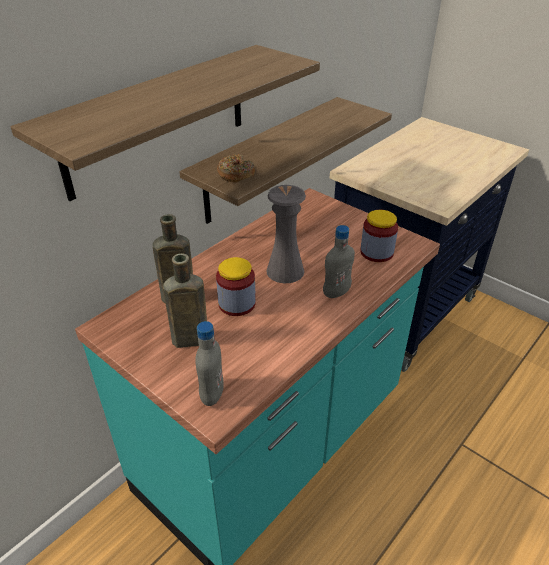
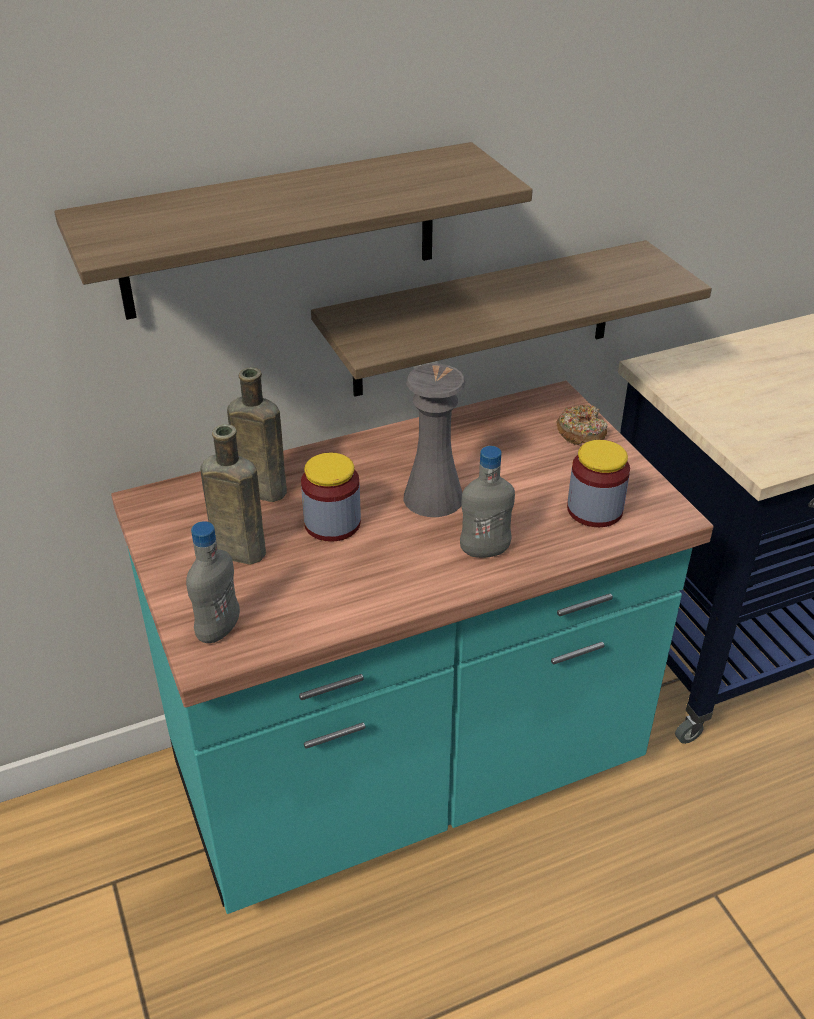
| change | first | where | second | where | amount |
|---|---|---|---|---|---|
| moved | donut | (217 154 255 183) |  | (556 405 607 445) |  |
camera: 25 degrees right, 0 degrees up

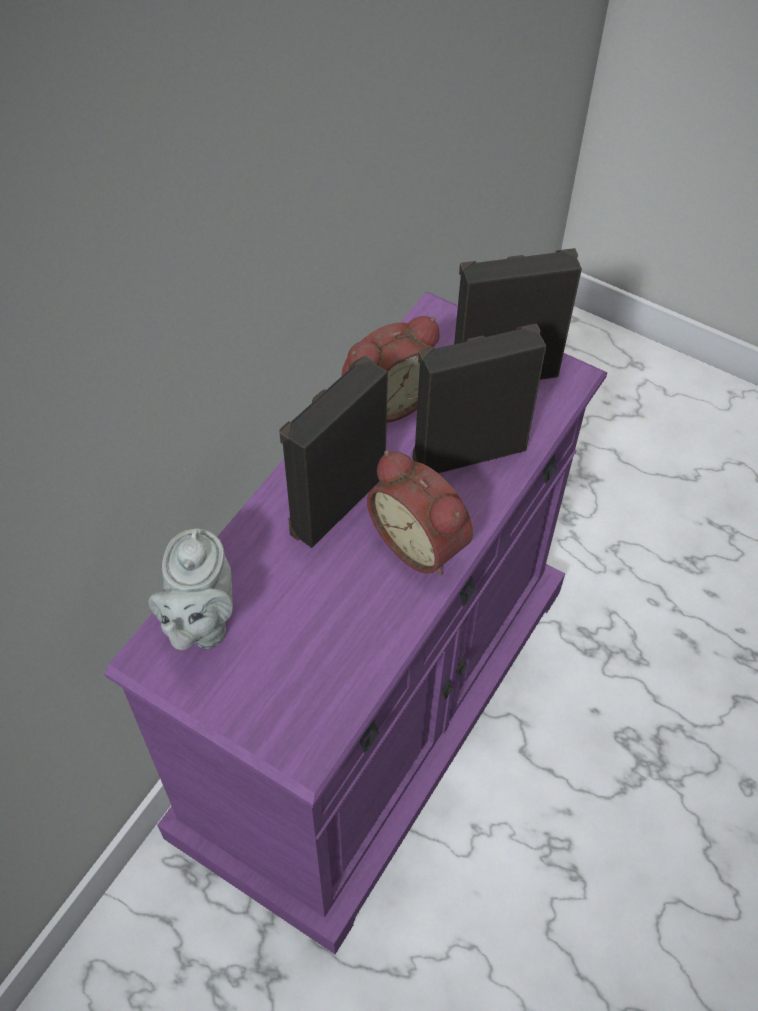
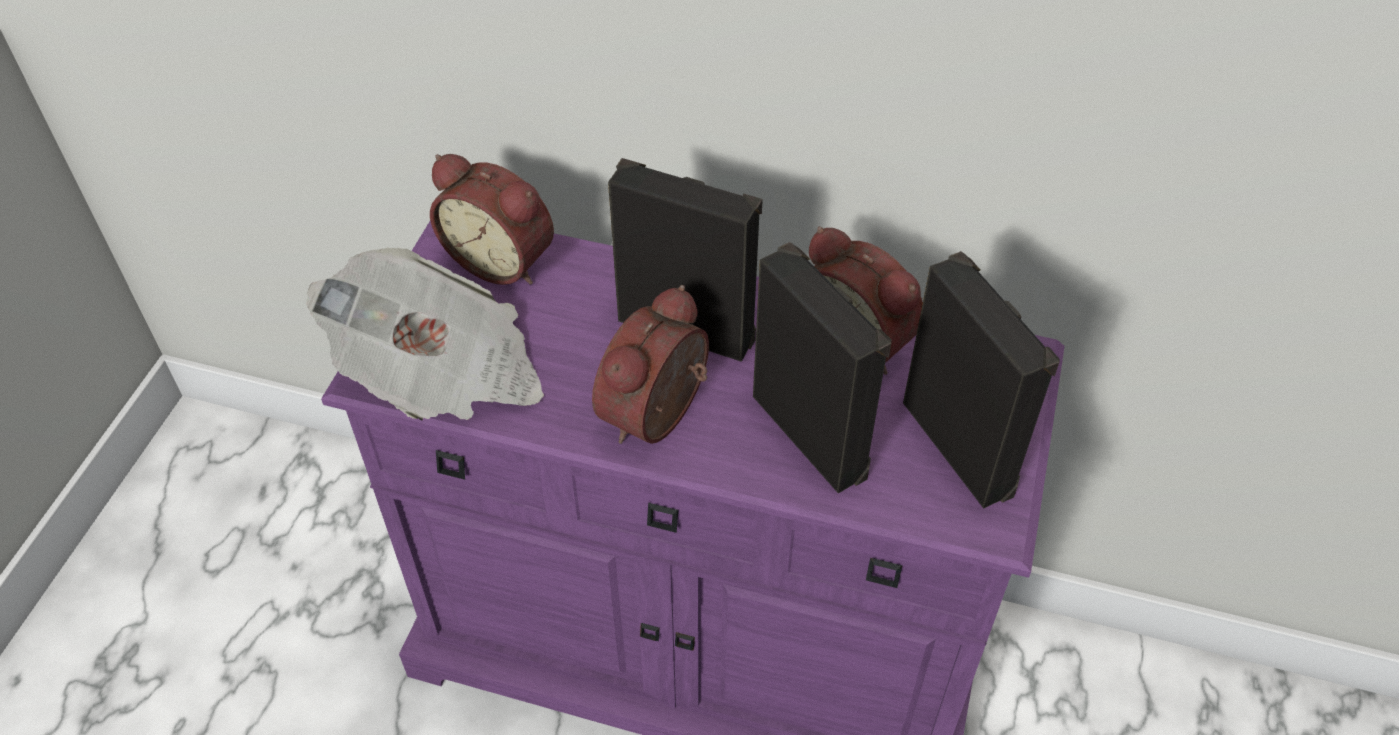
| change | first | where | second | where | amount |
|---|---|---|---|---|---|
| added |  |  | newspaper | (307 248 544 420) |  |
| replaced | grey_teapot | (148 528 233 650) | alarm_clock | (430 154 554 285) |  |
camera: 75 degrees right, 5 degrees down

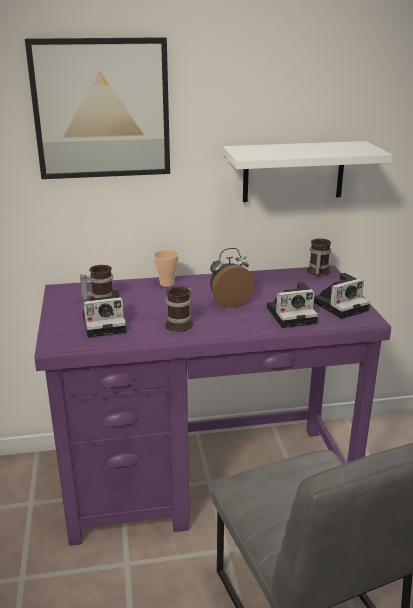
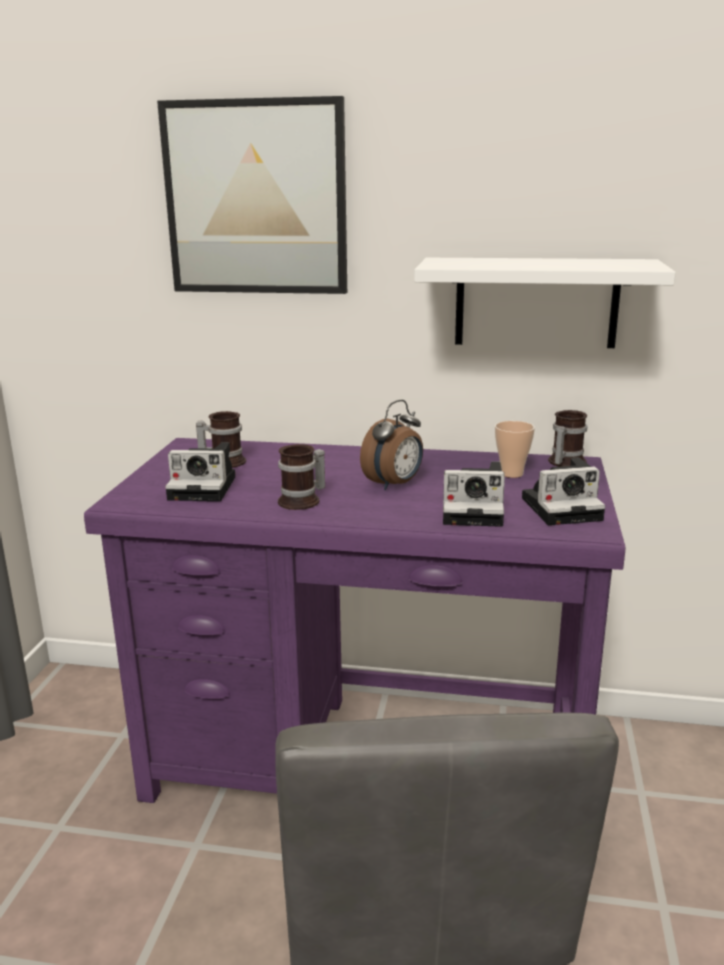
| change | first | where | second | where | amount |
|---|---|---|---|---|---|
| moved | cup | (154 250 179 287) |  | (495 421 535 478) |  |
| turned | alarm_clock | (210 248 254 308) |  | (360 400 423 490) | 135 degrees clockwise |
camera: 20 degrees right, 5 degrees down

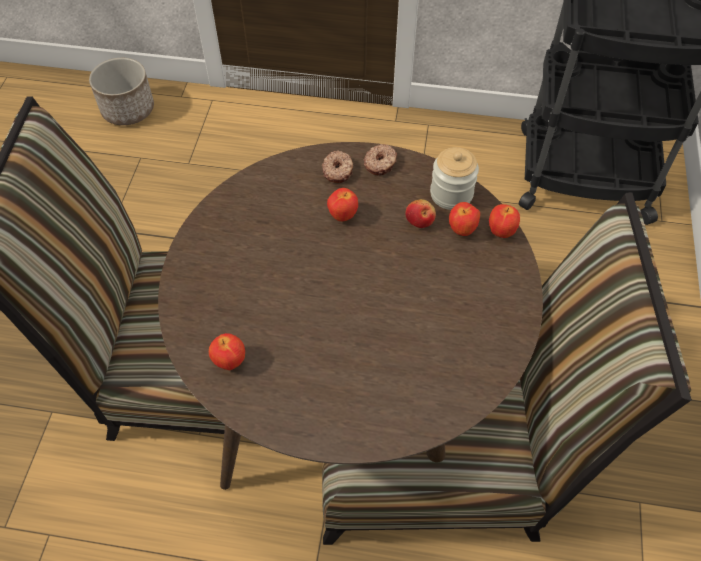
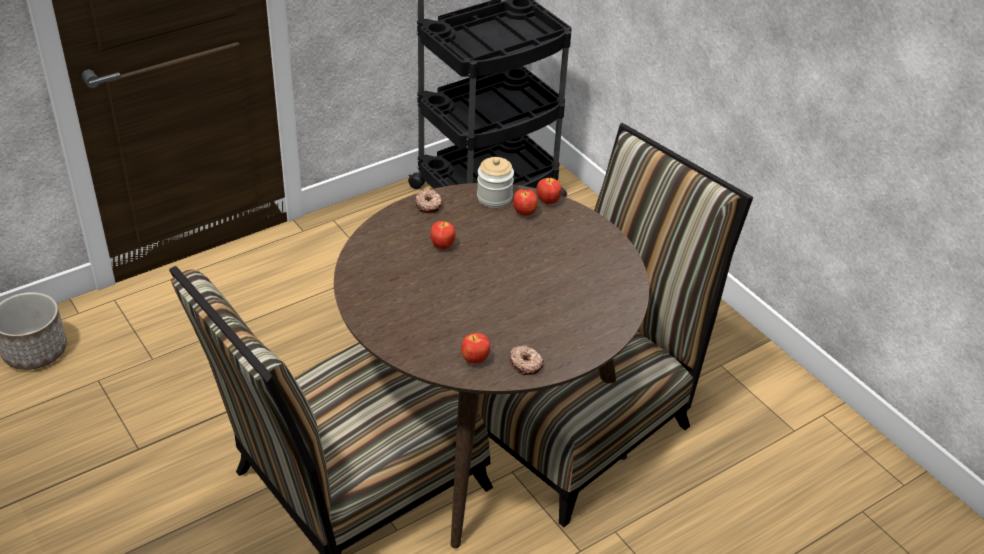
| change | first | where | second | where | amount |
|---|---|---|---|---|---|
| removed | apple | (405 199 436 228) |  |  |  |
| moved | donut | (322 151 353 183) |  | (510 345 544 375) |  |
camera: 45 degrees left, 15 degrees down

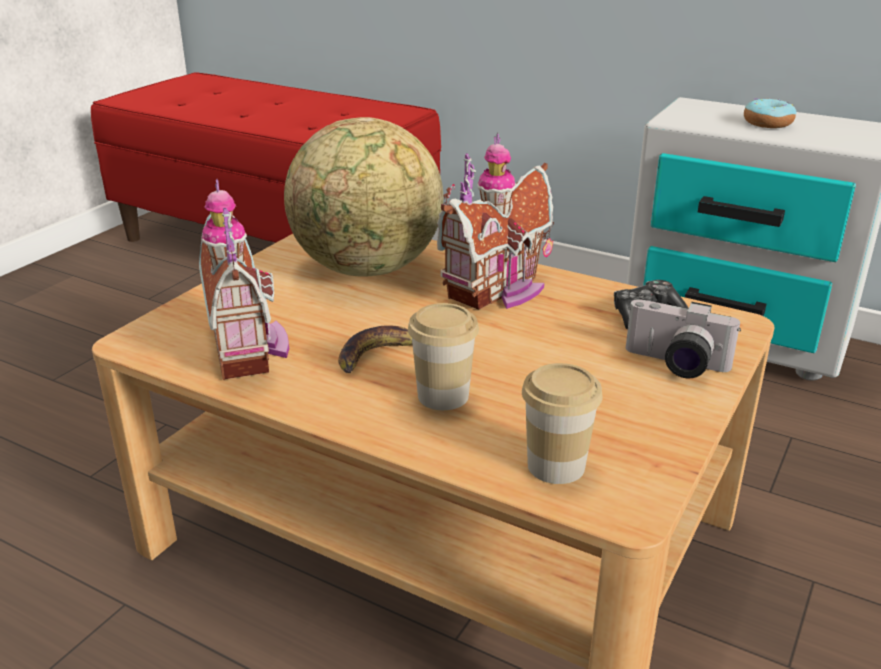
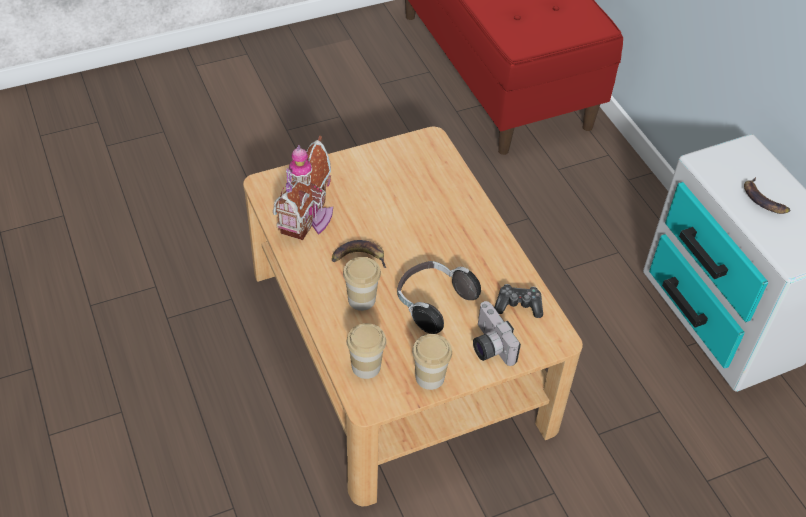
| change | first | where | second | where | amount |
|---|---|---|---|---|---|
| removed | globe | (284 117 443 276) |  |  |  |
| removed | toy_house | (437 134 554 310) |  |  |  |
| added |  |  | headphones | (397 261 481 334) |  |
| added |  |  | cup | (412 334 452 390) |  |
| replaced | donut | (744 98 797 128) | banana | (744 177 790 214) |  |
camera: 35 degrees right, 20 degrees up

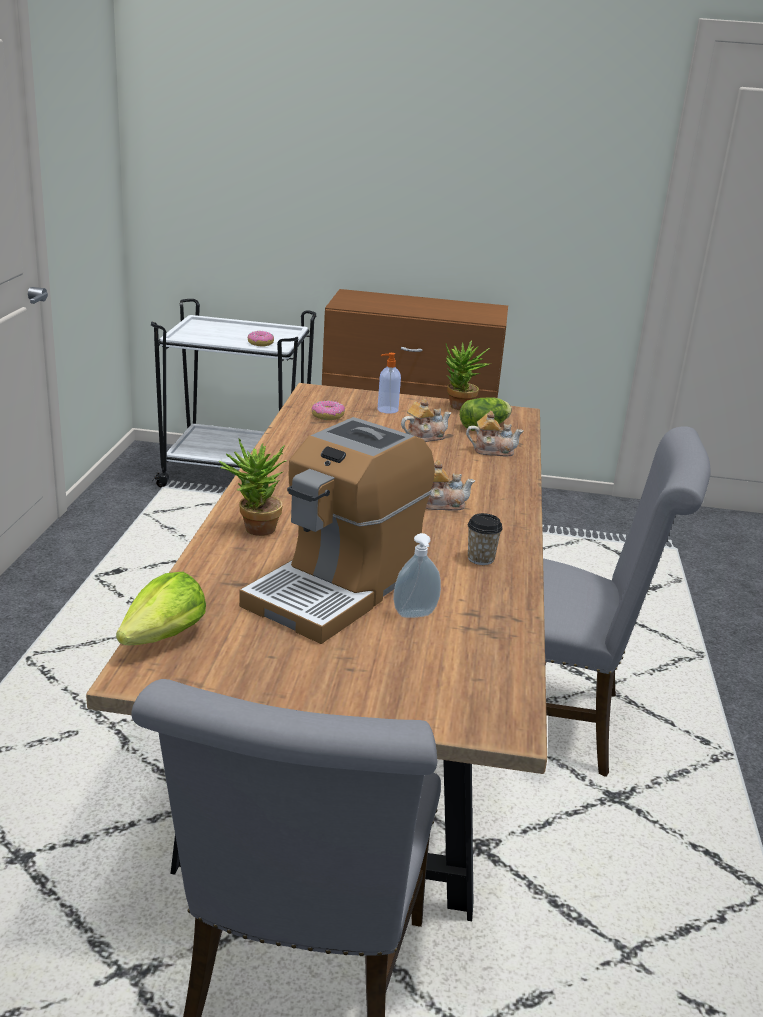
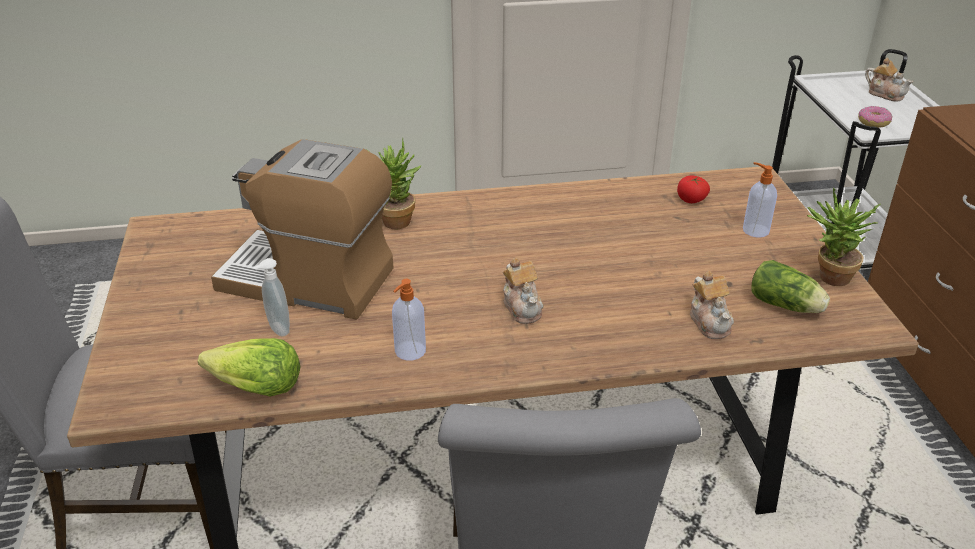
| change | first | where | second | where | amount |
|---|---|---|---|---|---|
| moved | lettuce | (116 572 206 645) |  | (198 338 300 397) |  |
| moved | teapot | (401 399 452 442) |  | (865 57 913 102) |  |
| replaced | donut | (312 401 345 420) | tomato | (677 176 710 203) |  |
| replaced | cup | (468 513 503 565) | soap_dispenser | (392 279 426 361) |  |
camera: 75 degrees right, 10 degrees up

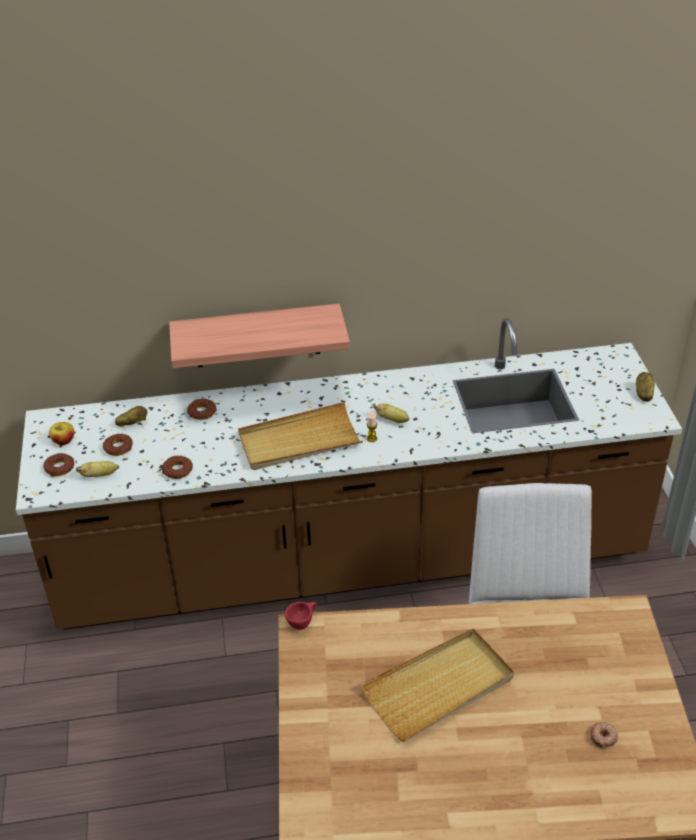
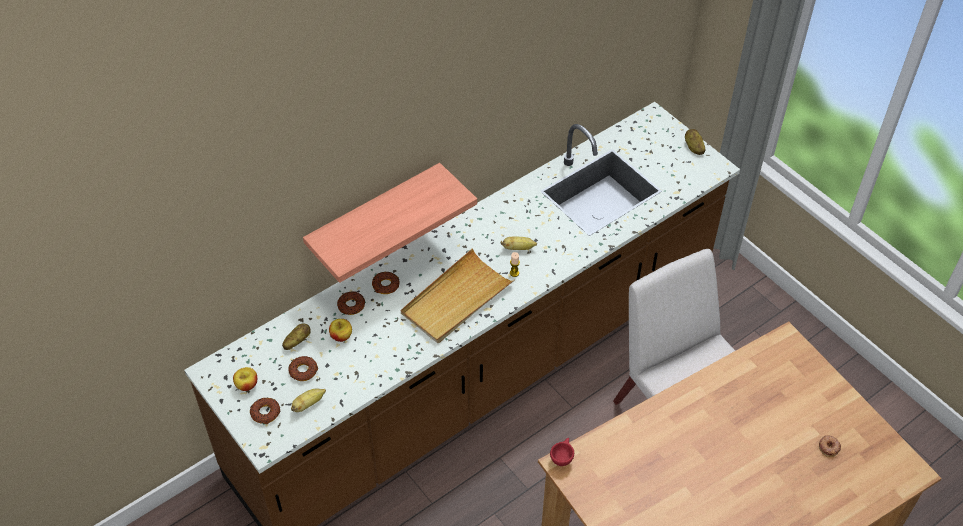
| change | first | where | second | where | amount |
|---|---|---|---|---|---|
| removed | beige_tray | (360 628 514 742) |  |  |  |
| added |  |  | apple | (329 319 352 342) |  |
| moved | donut | (162 455 193 479) |  | (372 272 399 294) |  |
camera: 30 degrees left, 10 degrees up

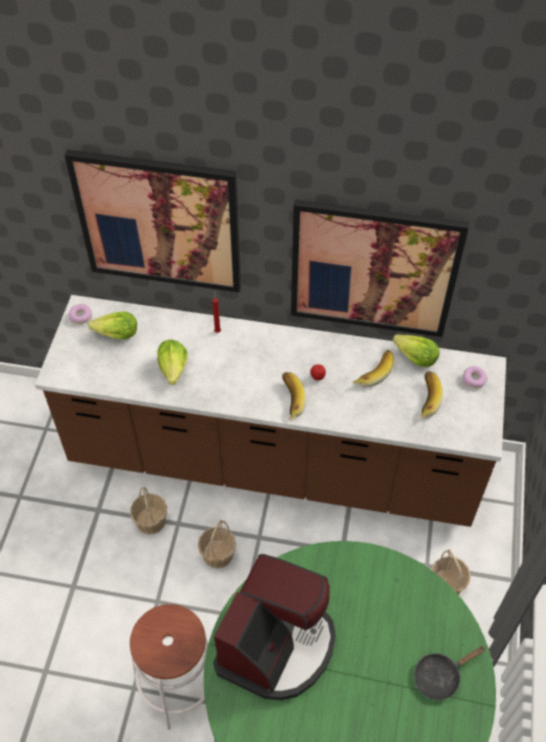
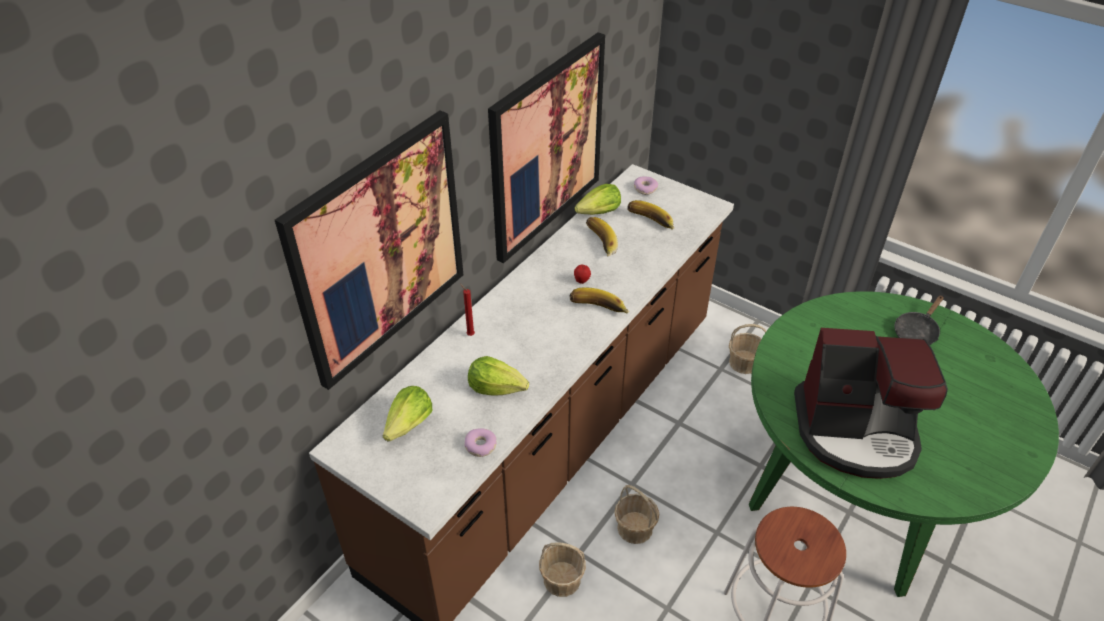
| change | first | where | second | where | amount |
|---|---|---|---|---|---|
| moved | donut | (68 304 92 324) |  | (464 428 497 457) |  |
| turned | coffee_machine | (213 554 336 700) |  | (794 328 948 479) | 135 degrees clockwise |
| turned | black_frying_pan | (414 646 486 700) |  | (895 295 944 345) | 45 degrees clockwise |
camera: 65 degrees left, 10 degrees down

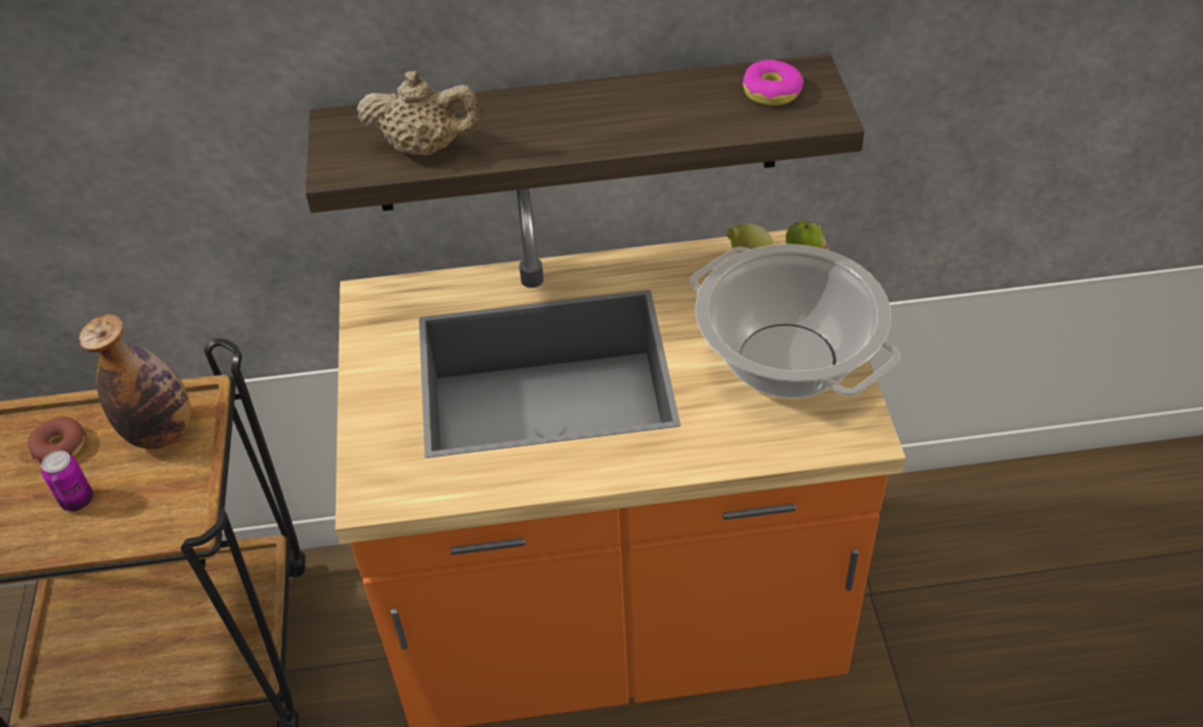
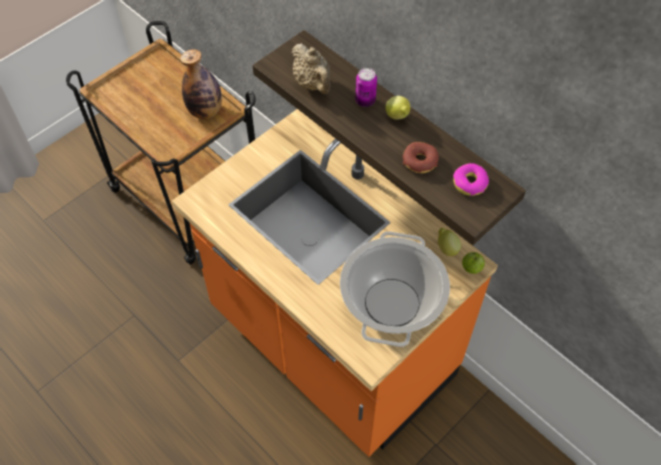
| change | first | where | second | where | amount |
|---|---|---|---|---|---|
| added |  |  | lemon | (386 96 410 120) |  |
| moved | donut | (28 417 87 464) |  | (402 142 439 173) |  |
| moved | can | (41 451 93 511) |  | (355 68 377 107) |  |
camera: 50 degrees right, 10 degrees up

